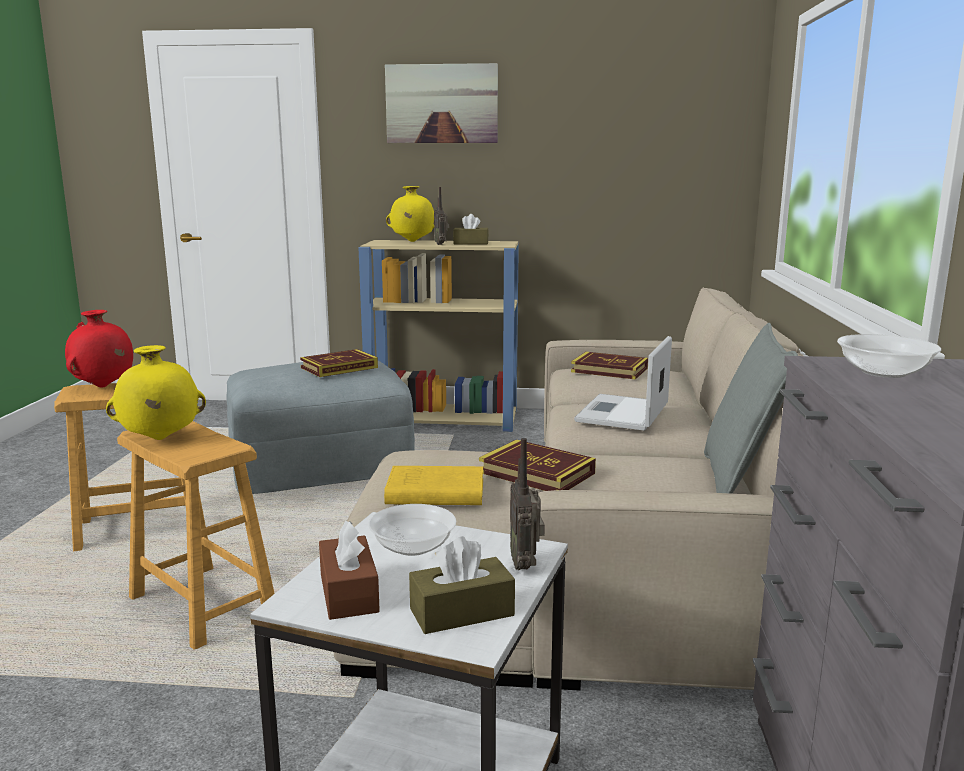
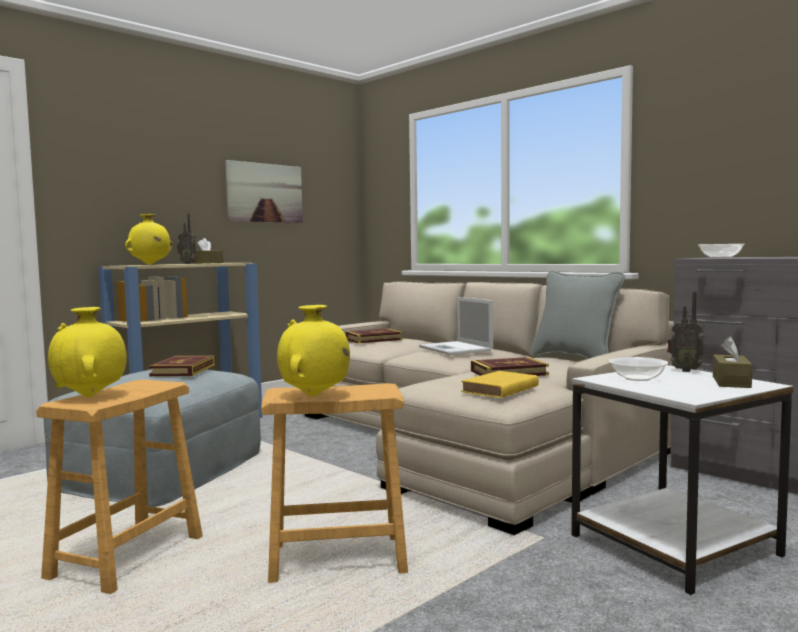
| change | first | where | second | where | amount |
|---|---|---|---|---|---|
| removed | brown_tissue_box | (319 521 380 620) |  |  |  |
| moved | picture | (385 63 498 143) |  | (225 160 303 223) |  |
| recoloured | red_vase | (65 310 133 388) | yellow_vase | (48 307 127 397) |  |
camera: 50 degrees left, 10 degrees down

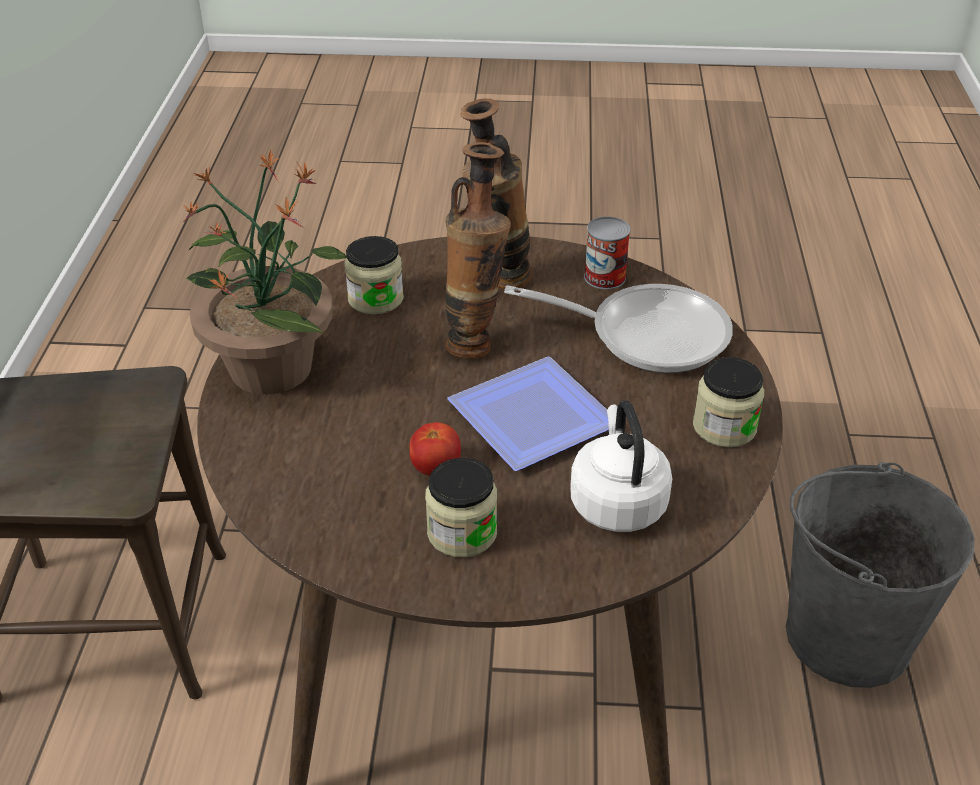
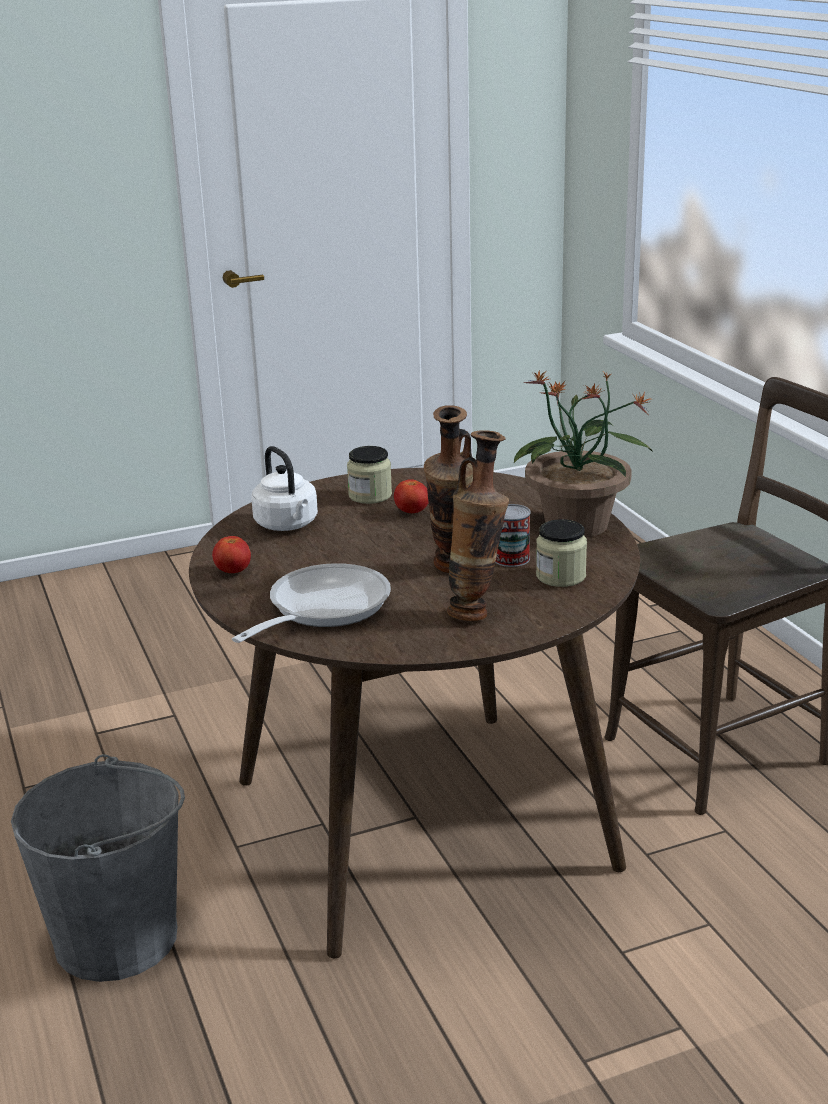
| change | first | where | second | where | amount |
|---|---|---|---|---|---|
| removed | plate | (447 357 609 471) |  |  |  |
| moved | can | (584 216 630 289) |  | (496 504 531 567) |  |
| replaced | jar | (693 357 764 448) | tomato | (212 536 251 573) |  |
| turned | frying_pan | (504 284 733 373) |  | (232 563 391 643) | 135 degrees clockwise |
camera: 155 degrees right, 15 degrees down

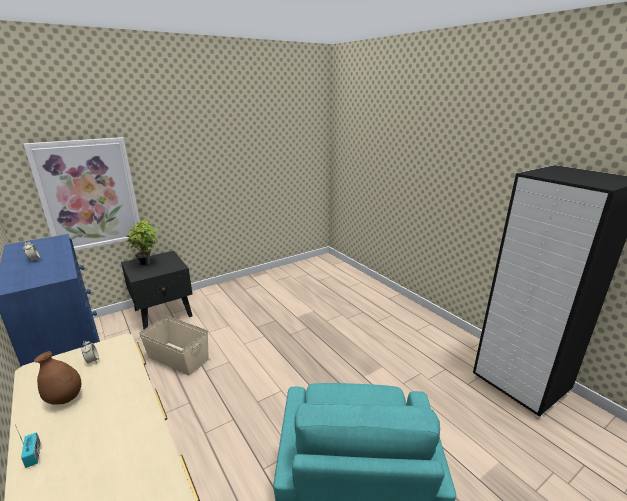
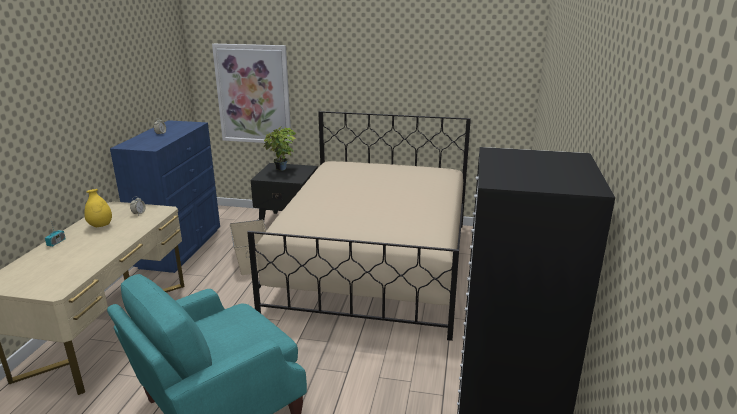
| change | first | where | second | where | amount |
|---|---|---|---|---|---|
| added |  |  | beige_bed | (247 111 471 341) |  |
| recoloured | brown_vase | (34 351 81 405) | yellow_vase | (84 189 112 227) |  |
camera: 45 degrees right, 0 degrees up

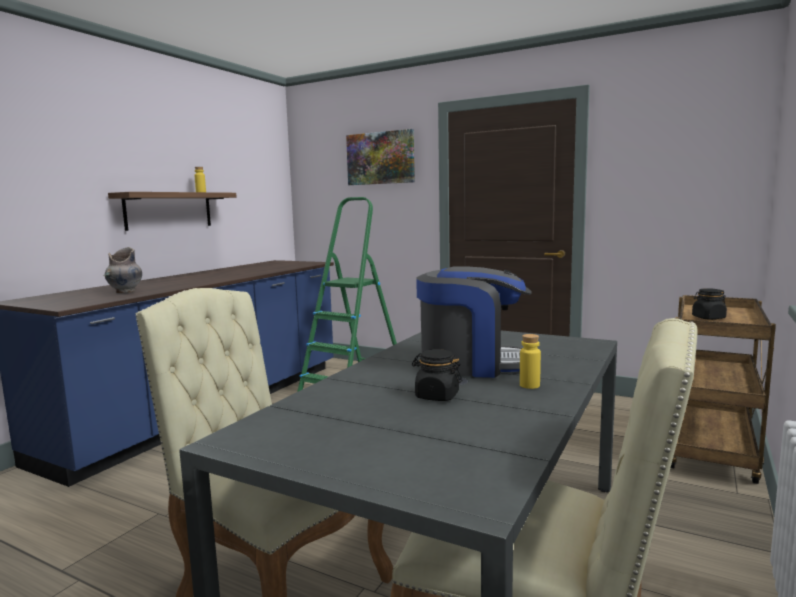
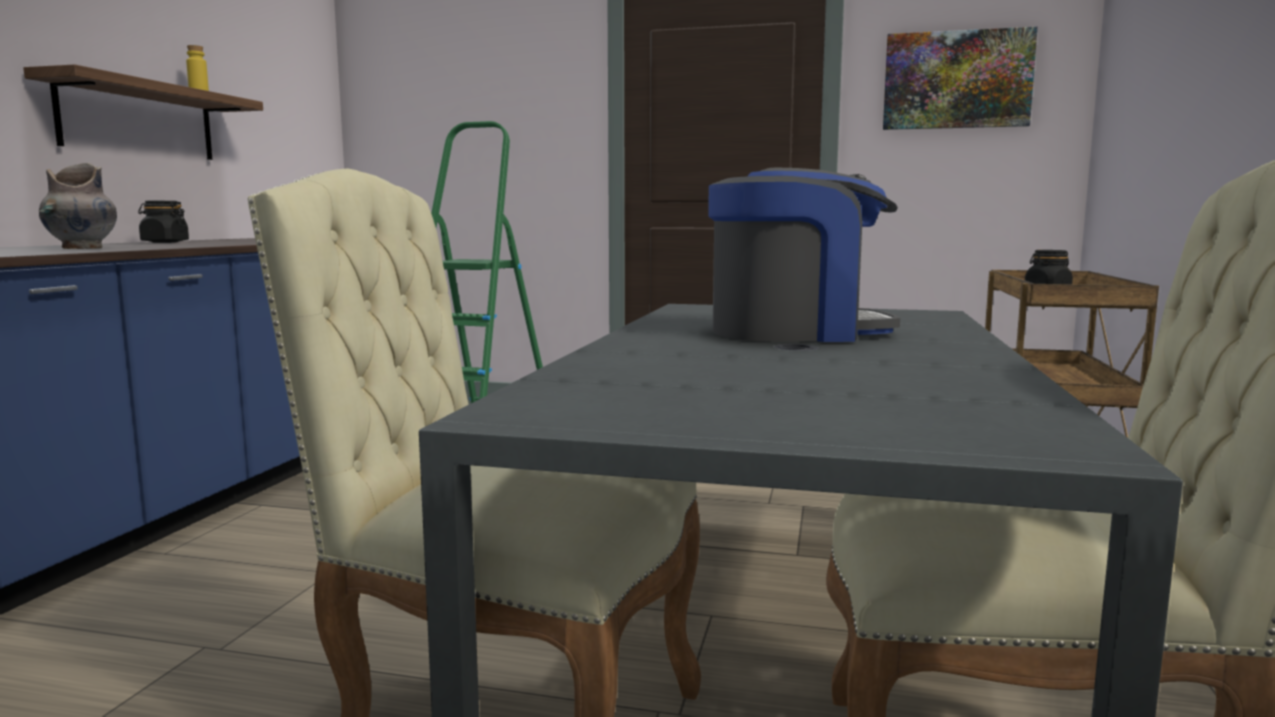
| change | first | where | second | where | amount |
|---|---|---|---|---|---|
| removed | yellow_bottle | (520 334 541 389) |  |  |  |
| moved | picture | (346 129 415 185) |  | (883 26 1038 130) |  |
| moved | black_jar | (412 349 462 401) |  | (138 201 189 243) |  |
camera: 15 degrees left, 0 degrees up

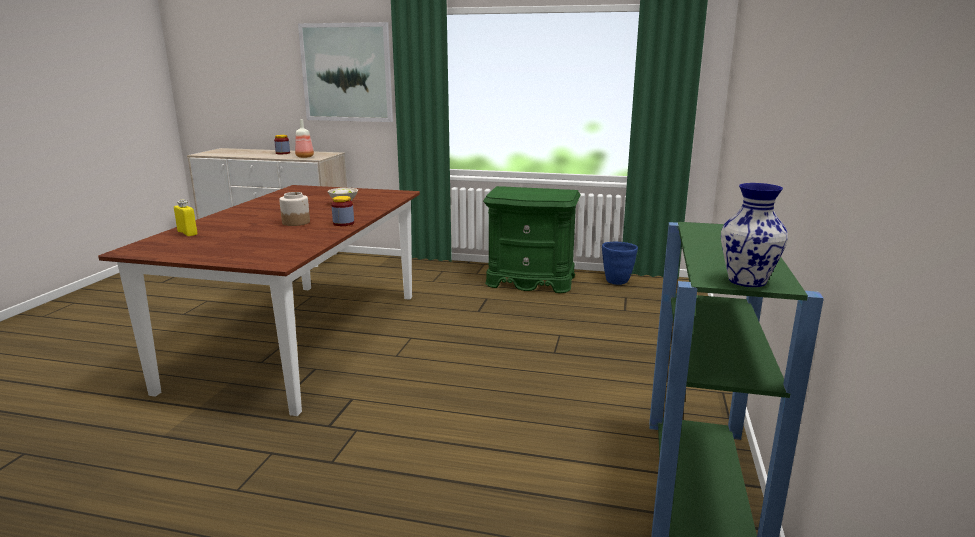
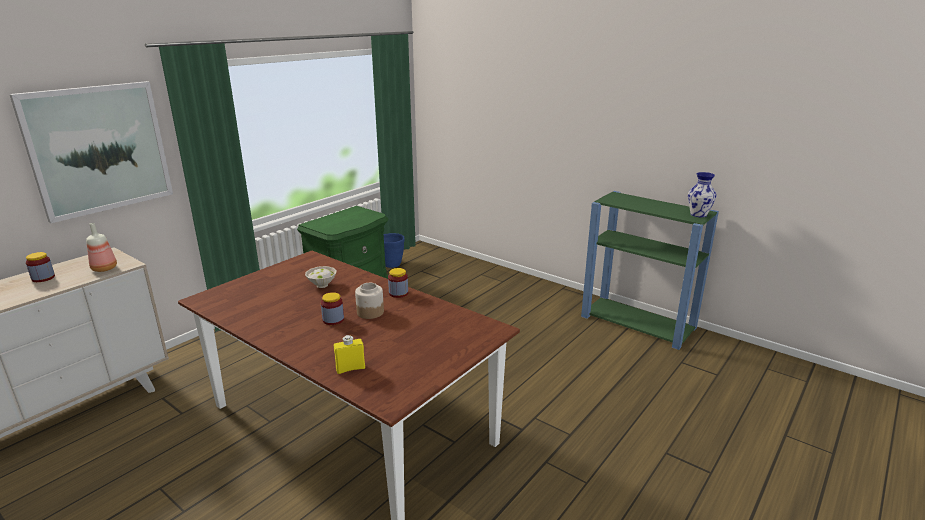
| change | first | where | second | where | amount |
|---|---|---|---|---|---|
| added |  |  | jar | (321 292 344 325) |  |
camera: 65 degrees left, 5 degrees up

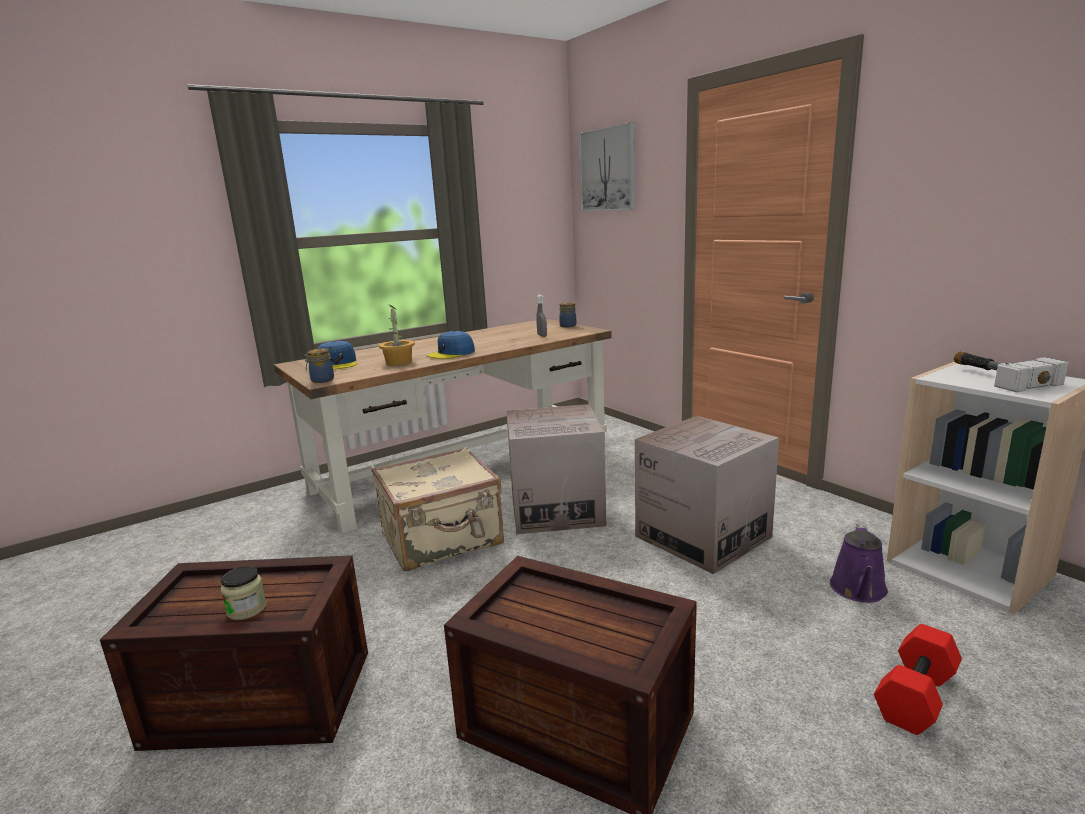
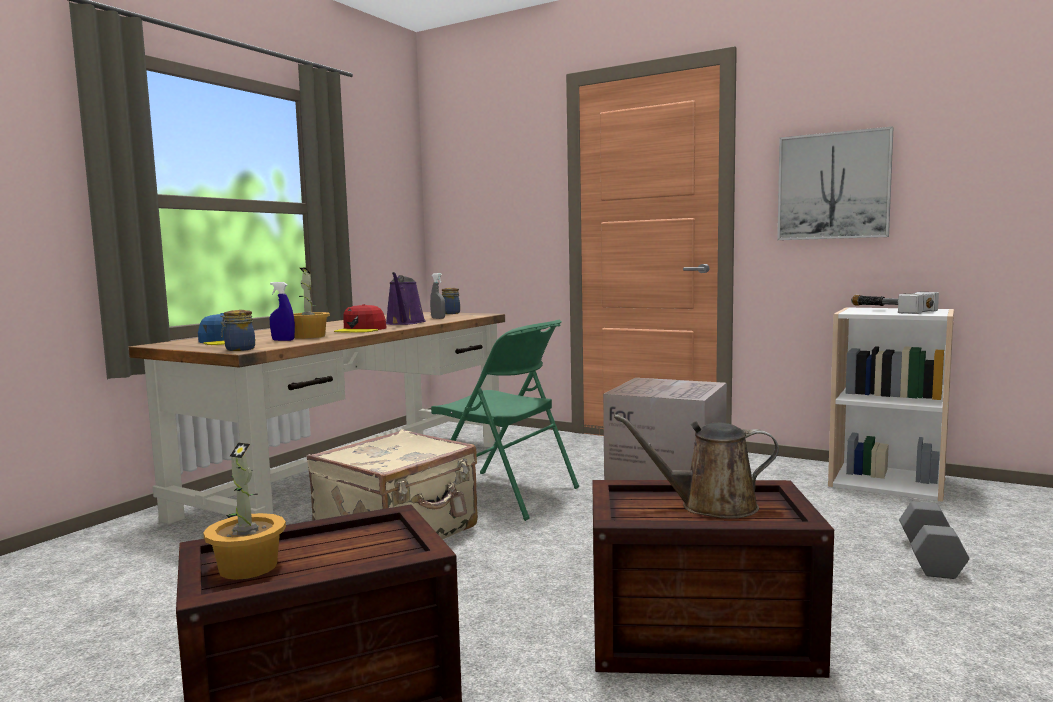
| change | first | where | second | where | amount |
|---|---|---|---|---|---|
| removed | jar | (220 566 267 620) |  |  |  |
| added |  |  | potted_plant | (203 443 286 580) |  |
| added |  |  | blue_spray_bottle | (270 282 295 341) |  |
| added |  |  | brown_watering_can | (614 414 779 519) |  |
| moved | picture | (578 122 635 212) |  | (777 126 893 240) |  |
| moved | purple_watering_can | (830 524 888 603) |  | (386 272 426 325) |  |
| replaced | cardboard_box | (506 404 606 534) | green_chair | (431 319 579 521) |  |
| recoloured | blue_cap | (427 331 475 359) | red_cap | (334 304 387 333) |  |
| recoloured | red_dumbbell | (874 624 962 735) | grey_dumbbell | (899 501 969 579) |  |
camera: 25 degrees left, 10 degrees down

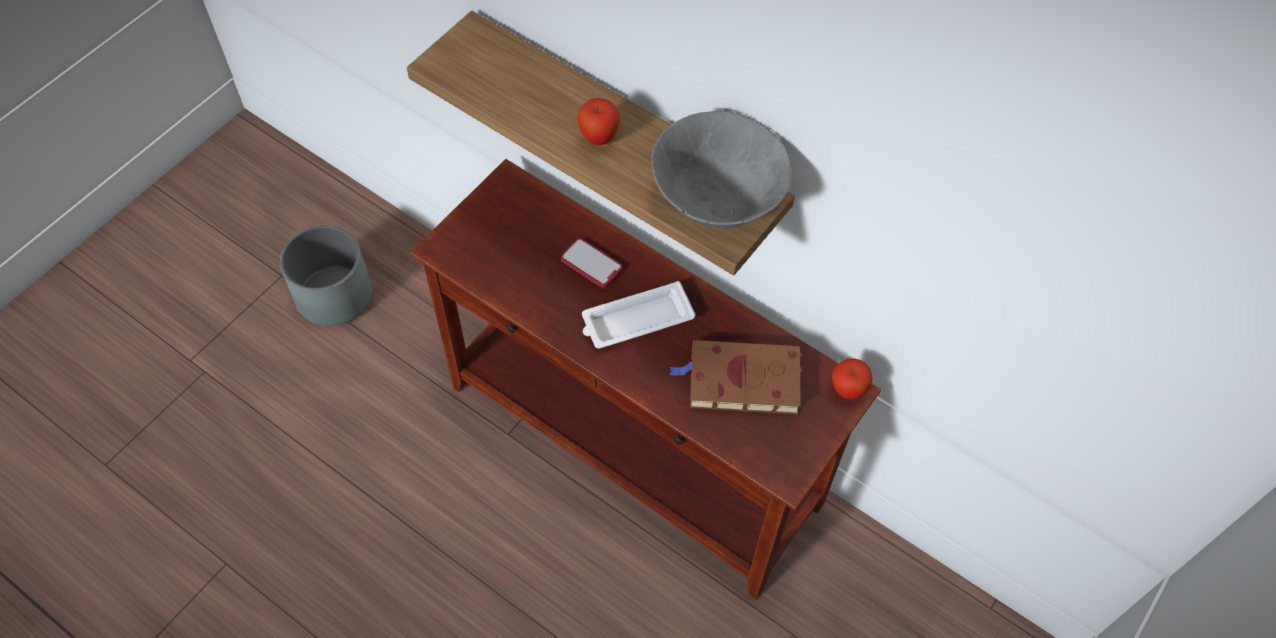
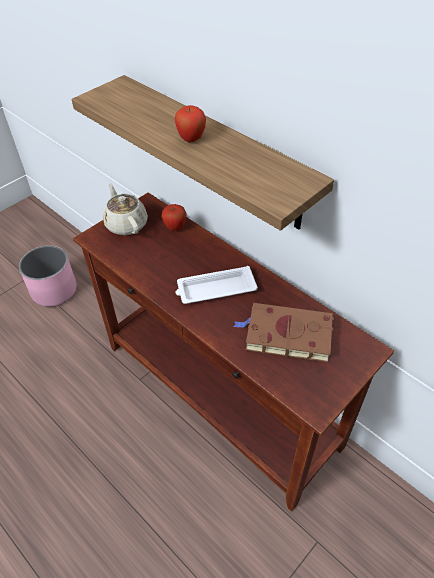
| change | first | where | second | where | amount |
|---|---|---|---|---|---|
| removed | phone | (561 238 623 288) |  |  |  |
| removed | grey_bowl | (652 111 792 229) |  |  |  |
| added |  |  | beige_teapot | (103 183 148 235) |  |
| moved | apple | (832 358 873 399) |  | (161 204 187 231) |  |
| recoloured | grey_planter | (280 225 372 326) | pink_planter | (19 246 77 307) |  |
camera: 10 degrees right, 10 degrees down

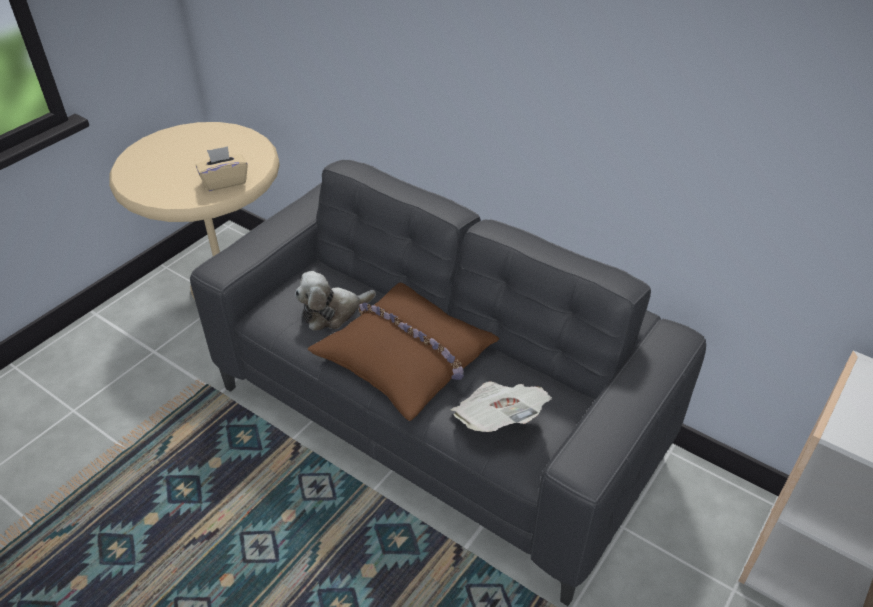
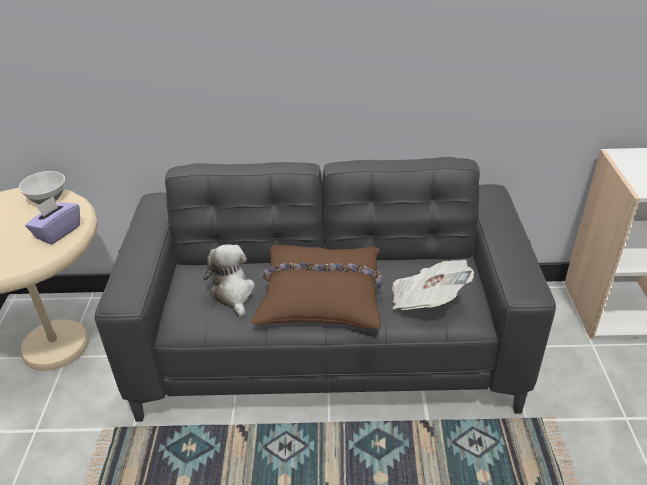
| change | first | where | second | where | amount |
|---|---|---|---|---|---|
| added |  |  | bowl | (19 171 65 205) |  |
| recoloured | beige_tissue_box | (196 146 248 191) | purple_tissue_box | (25 197 80 245) |  |
| turned | plush_toy | (295 271 376 331) |  | (204 244 255 318) | 135 degrees clockwise |
camera: 35 degrees left, 5 degrees down

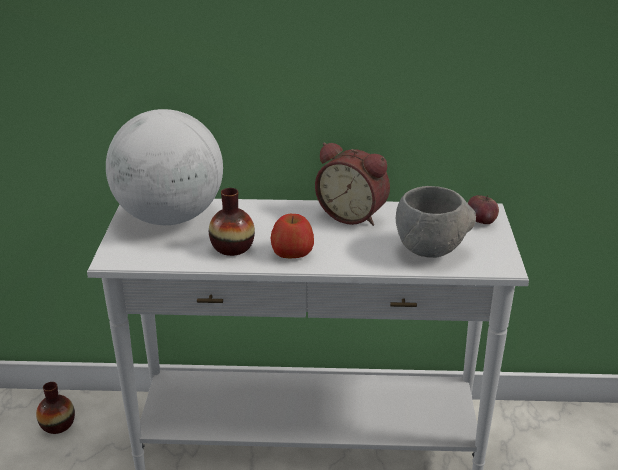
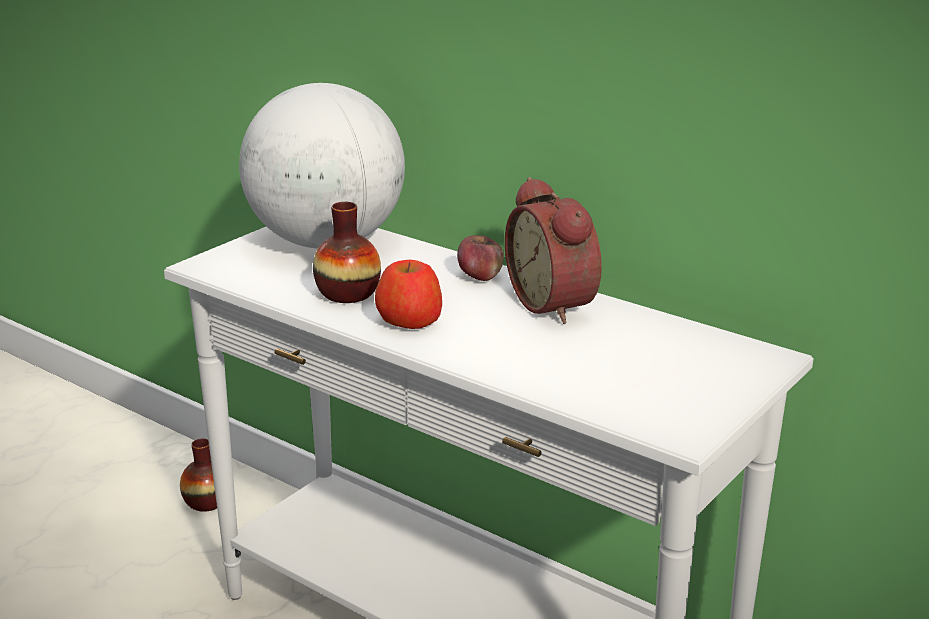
| change | first | where | second | where | amount |
|---|---|---|---|---|---|
| removed | grey_bowl | (396 186 476 258) |  |  |  |
| moved | apple | (468 195 499 224) |  | (457 235 504 281) |  |
camera: 35 degrees right, 5 degrees down

